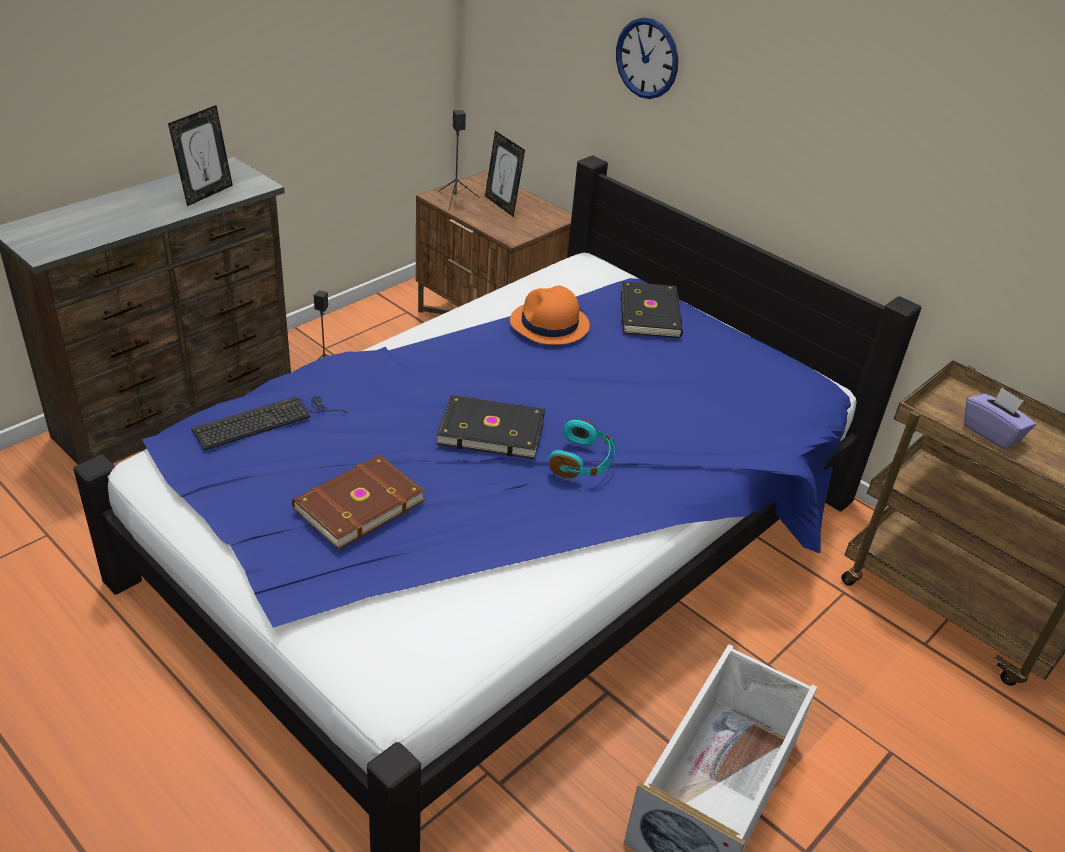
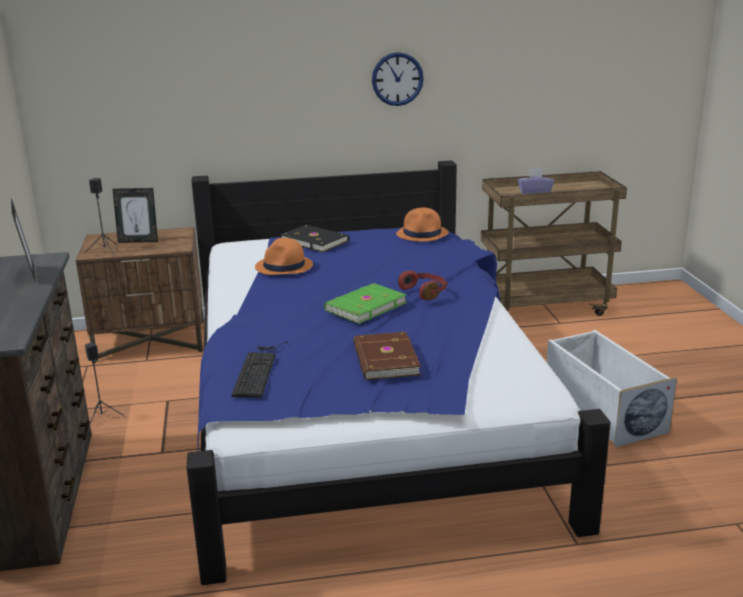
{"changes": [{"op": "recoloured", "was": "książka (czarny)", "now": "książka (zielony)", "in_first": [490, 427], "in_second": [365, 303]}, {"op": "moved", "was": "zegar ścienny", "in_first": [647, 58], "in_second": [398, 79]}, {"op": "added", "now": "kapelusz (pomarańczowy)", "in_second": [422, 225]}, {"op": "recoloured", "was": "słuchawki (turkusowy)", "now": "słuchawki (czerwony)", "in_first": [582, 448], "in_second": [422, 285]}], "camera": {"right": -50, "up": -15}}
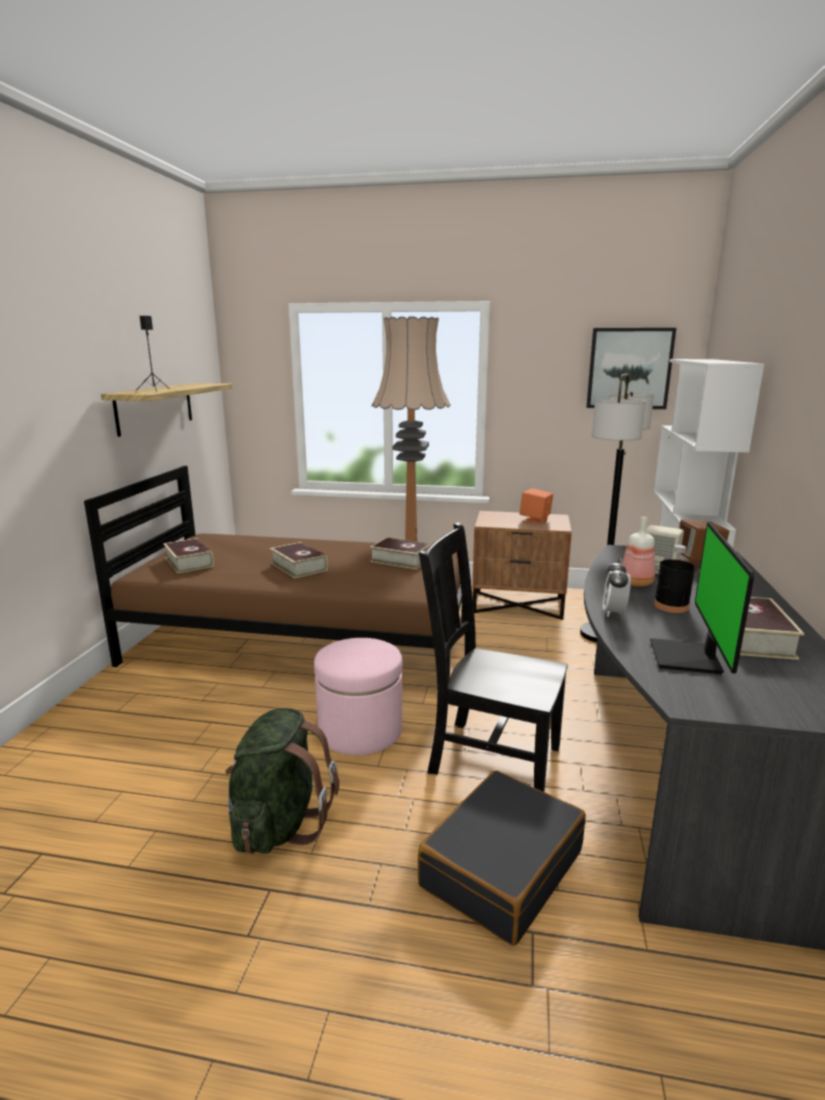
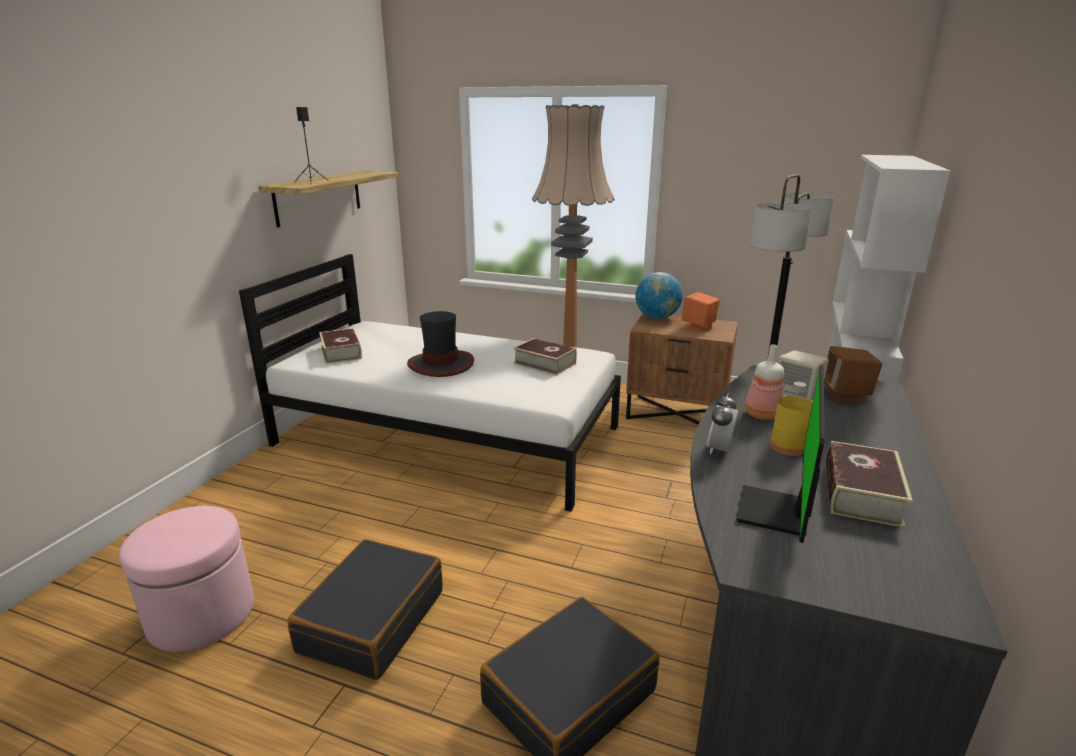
{"changes": [{"op": "moved", "was": "pufa (różowy)", "in_first": [358, 696], "in_second": [186, 579]}, {"op": "recoloured", "was": "łóżko (brązowy)", "now": "łóżko (biały)", "in_first": [274, 574], "in_second": [430, 383]}, {"op": "replaced", "was": "plecak (zielony)", "now": "walizka (czarny)", "in_first": [282, 781], "in_second": [365, 609]}, {"op": "replaced", "was": "książka", "now": "kapelusz", "in_first": [299, 560], "in_second": [440, 344]}, {"op": "added", "now": "globus", "in_second": [659, 295]}, {"op": "recoloured", "was": "butelka (czarny)", "now": "butelka (żółty)", "in_first": [674, 579], "in_second": [791, 419]}, {"op": "removed", "was": "krzesło (czarny)", "in_first": [493, 657]}, {"op": "removed", "was": "obraz", "in_first": [631, 368]}], "camera": {"right": 10, "up": 5}}
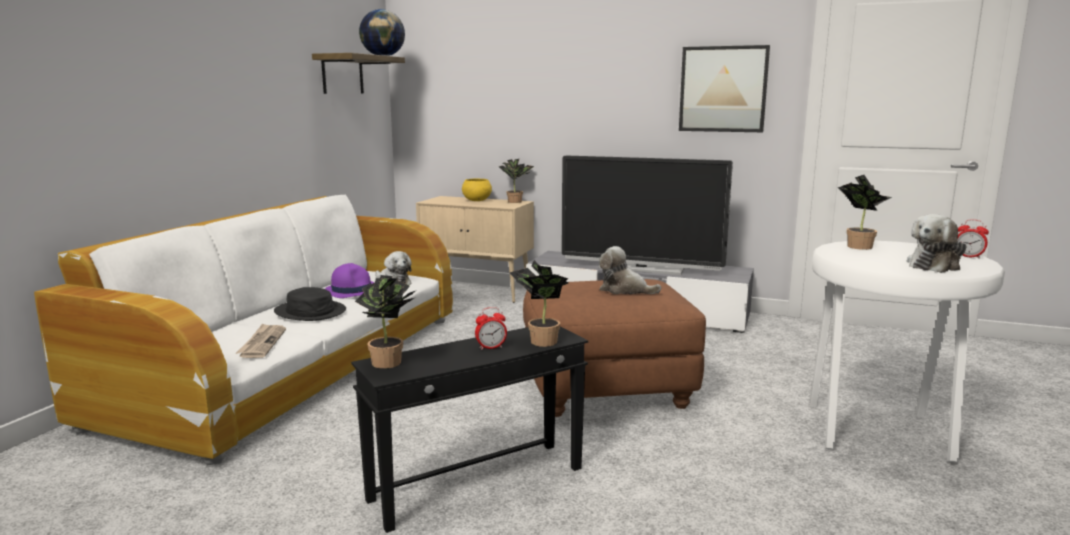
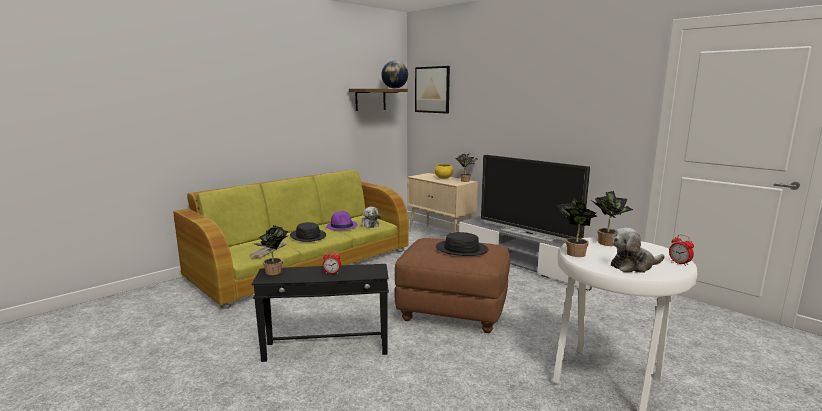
{"changes": [{"op": "recoloured", "was": "kanapa (biały)", "now": "kanapa (zielony)", "in_first": [243, 330], "in_second": [290, 239]}, {"op": "moved", "was": "obraz", "in_first": [724, 88], "in_second": [432, 90]}, {"op": "replaced", "was": "pluszak", "now": "kapelusz (czarny)", "in_first": [630, 270], "in_second": [462, 244]}, {"op": "moved", "was": "roślina doniczkowa", "in_first": [539, 303], "in_second": [577, 227]}], "camera": {"right": 25, "up": 0}}
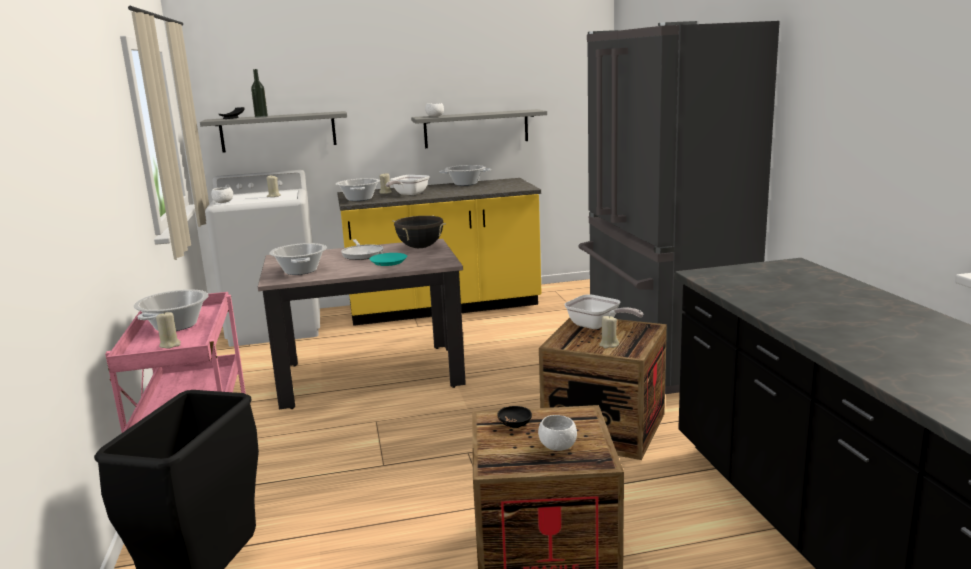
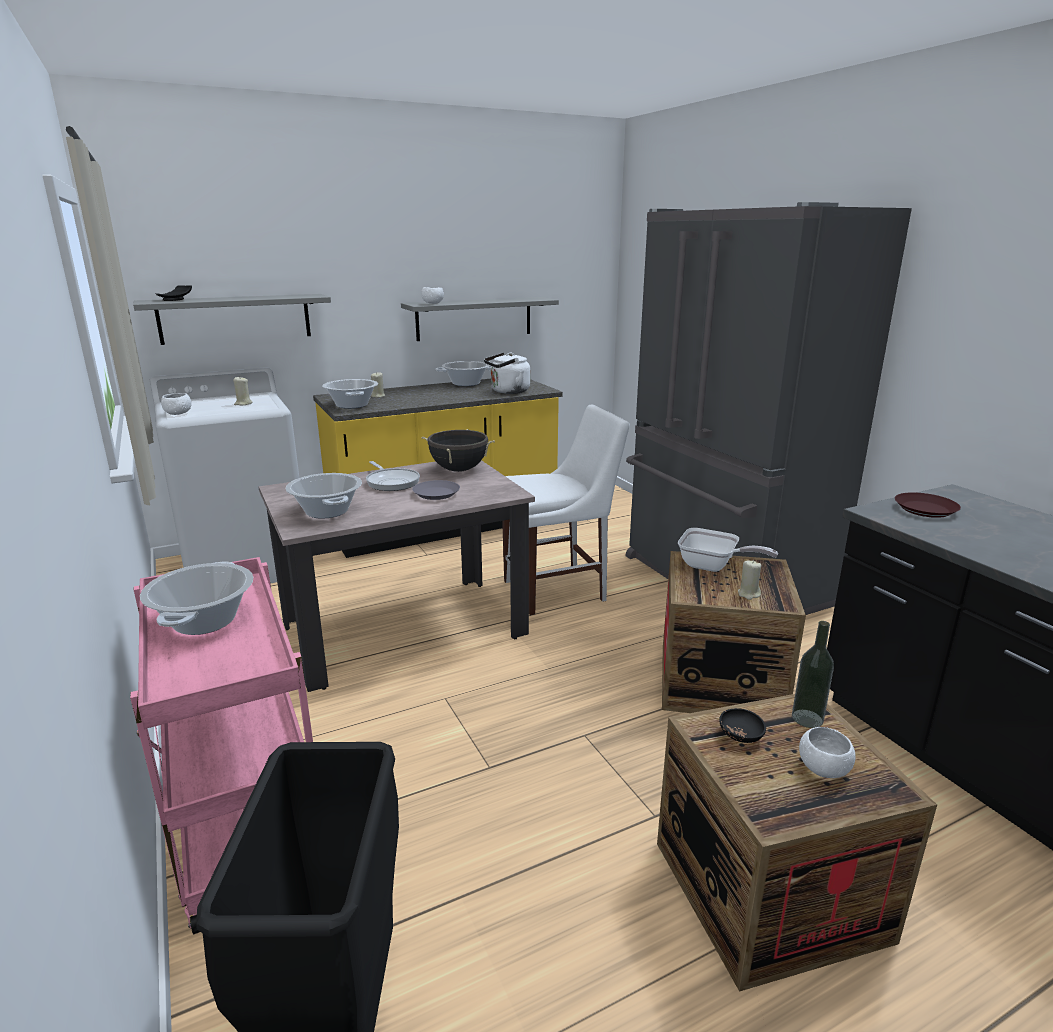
{"changes": [{"op": "recoloured", "was": "talerz (turkusowy)", "now": "talerz (szary)", "in_first": [388, 259], "in_second": [436, 490]}, {"op": "added", "now": "czajnik (biały)", "in_second": [507, 373]}, {"op": "added", "now": "krzesło (biały)", "in_second": [566, 510]}, {"op": "moved", "was": "butelka", "in_first": [259, 93], "in_second": [813, 674]}, {"op": "added", "now": "talerz (brązowy)", "in_second": [928, 505]}, {"op": "removed", "was": "świeca (beżowy)", "in_first": [168, 330]}, {"op": "removed", "was": "patelnia", "in_first": [408, 185]}], "camera": {"right": -15, "up": 5}}
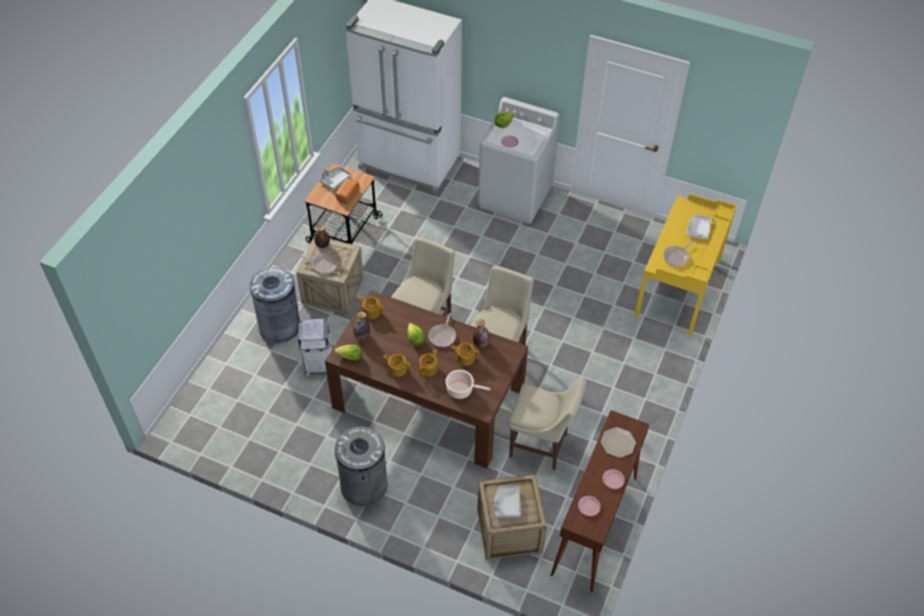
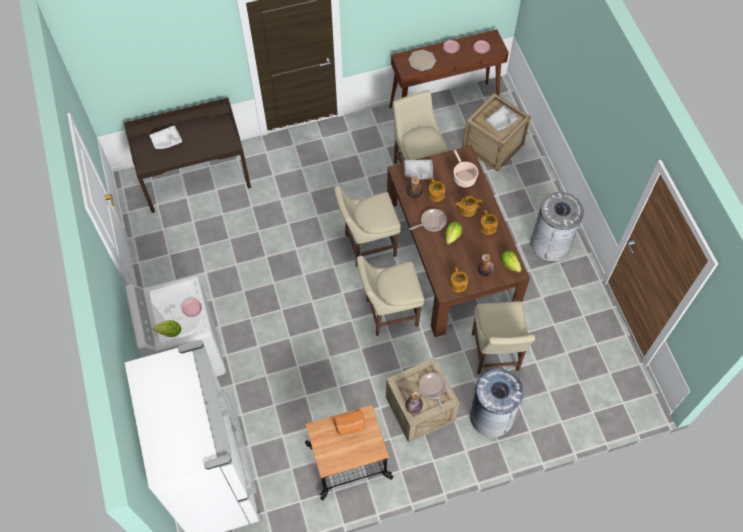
{"changes": [{"op": "recoloured", "was": "biurko (żółty)", "now": "biurko (brązowy)", "in_first": [685, 264], "in_second": [187, 155]}, {"op": "moved", "was": "taca (szary)", "in_first": [335, 178], "in_second": [418, 169]}, {"op": "replaced", "was": "kosz na śmieci (biały)", "now": "krzesło (beżowy)", "in_first": [314, 347], "in_second": [503, 337]}, {"op": "removed", "was": "patelnia", "in_first": [678, 253]}], "camera": {"right": -130, "up": 10}}
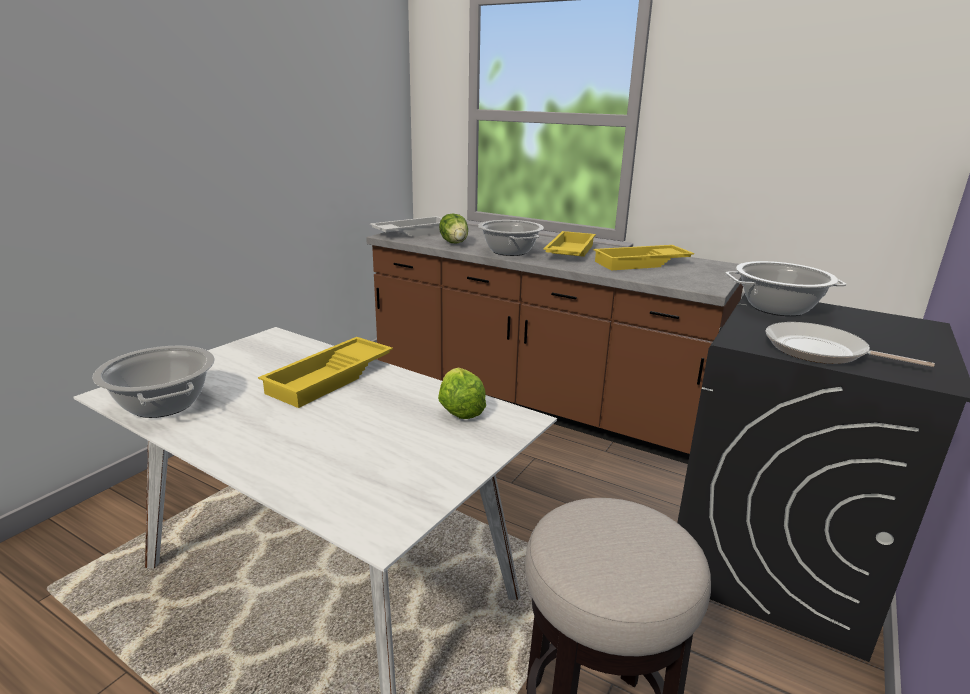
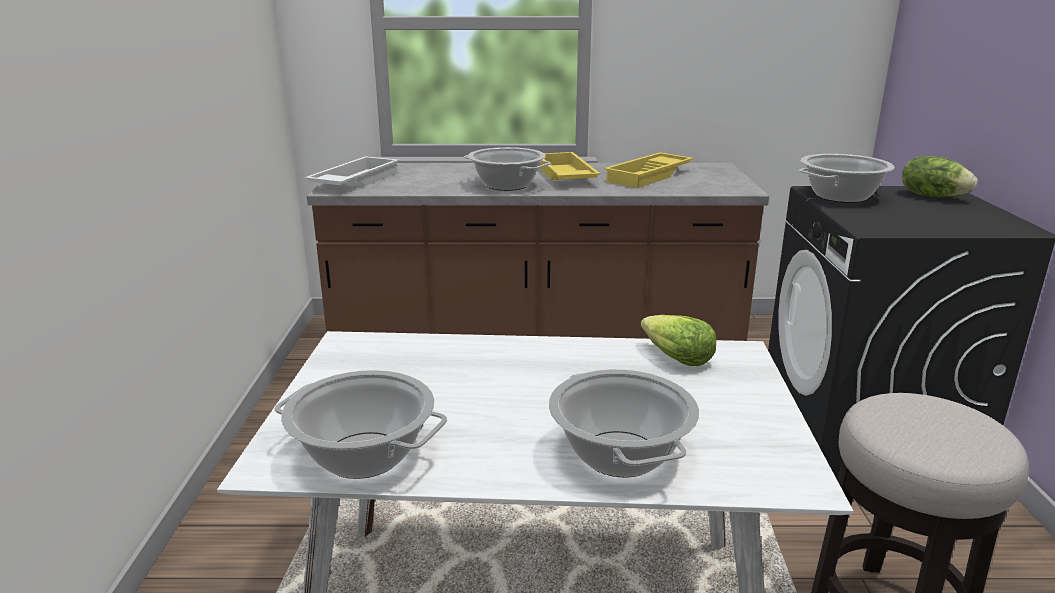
{"changes": [{"op": "added", "now": "garnek", "in_second": [624, 423]}, {"op": "moved", "was": "sałata", "in_first": [453, 228], "in_second": [940, 177]}, {"op": "removed", "was": "taca (żółty)", "in_first": [325, 372]}, {"op": "removed", "was": "patelnia", "in_first": [850, 344]}], "camera": {"right": -30, "up": 0}}
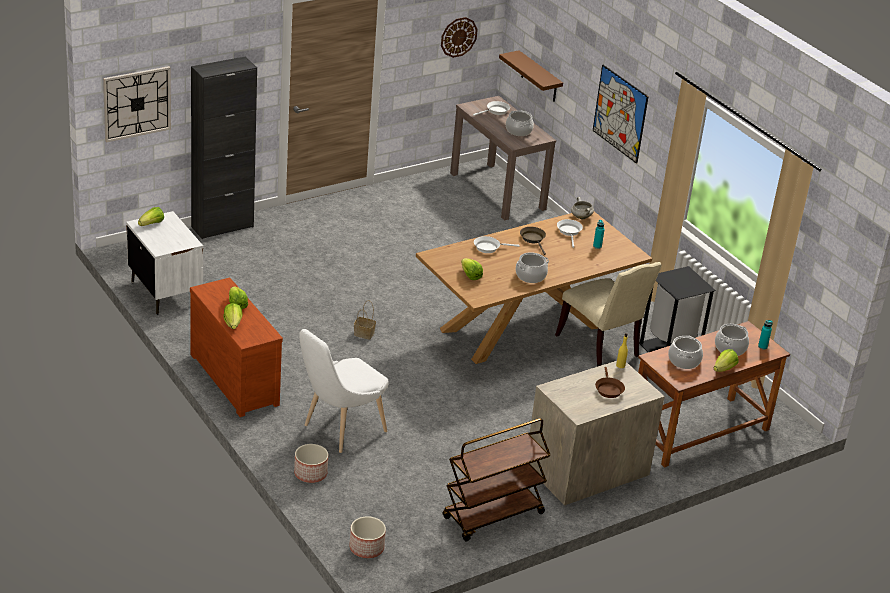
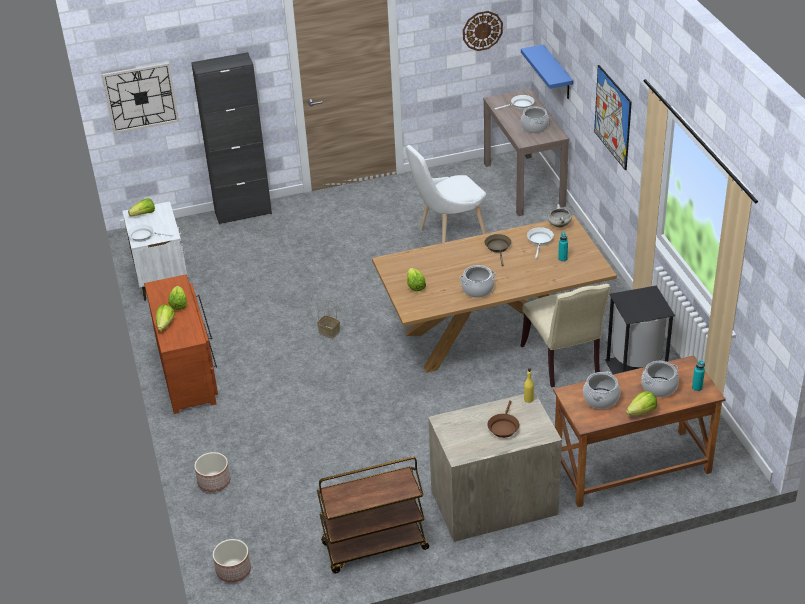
{"changes": [{"op": "moved", "was": "patelnia (biały)", "in_first": [497, 244], "in_second": [150, 233]}, {"op": "moved", "was": "krzesło (biały)", "in_first": [344, 391], "in_second": [446, 194]}, {"op": "recoloured", "was": "półka (brązowy)", "now": "półka (niebieski)", "in_first": [531, 76], "in_second": [547, 72]}], "camera": {"right": 20, "up": 5}}
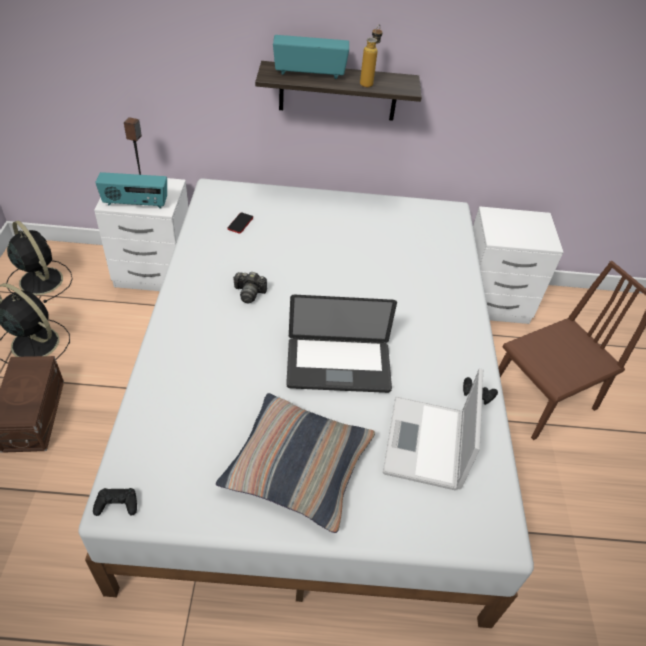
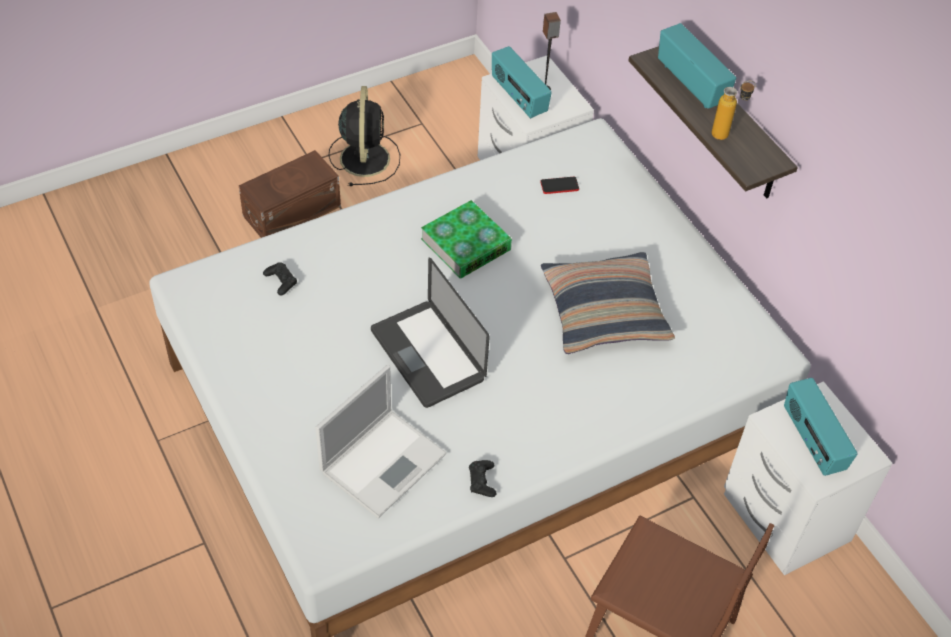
{"changes": [{"op": "moved", "was": "pad do gier (czarny)", "in_first": [115, 502], "in_second": [280, 278]}, {"op": "turned", "was": "laptop", "in_first": [433, 429], "in_second": [381, 441], "clockwise": 150}, {"op": "replaced", "was": "aparat fotograficzny", "now": "książka", "in_first": [250, 287], "in_second": [466, 239]}, {"op": "moved", "was": "poduszka", "in_first": [295, 463], "in_second": [608, 303]}, {"op": "added", "now": "radio", "in_second": [821, 427]}, {"op": "removed", "was": "wentylator (czarny)", "in_first": [39, 261]}], "camera": {"right": 60, "up": 5}}
